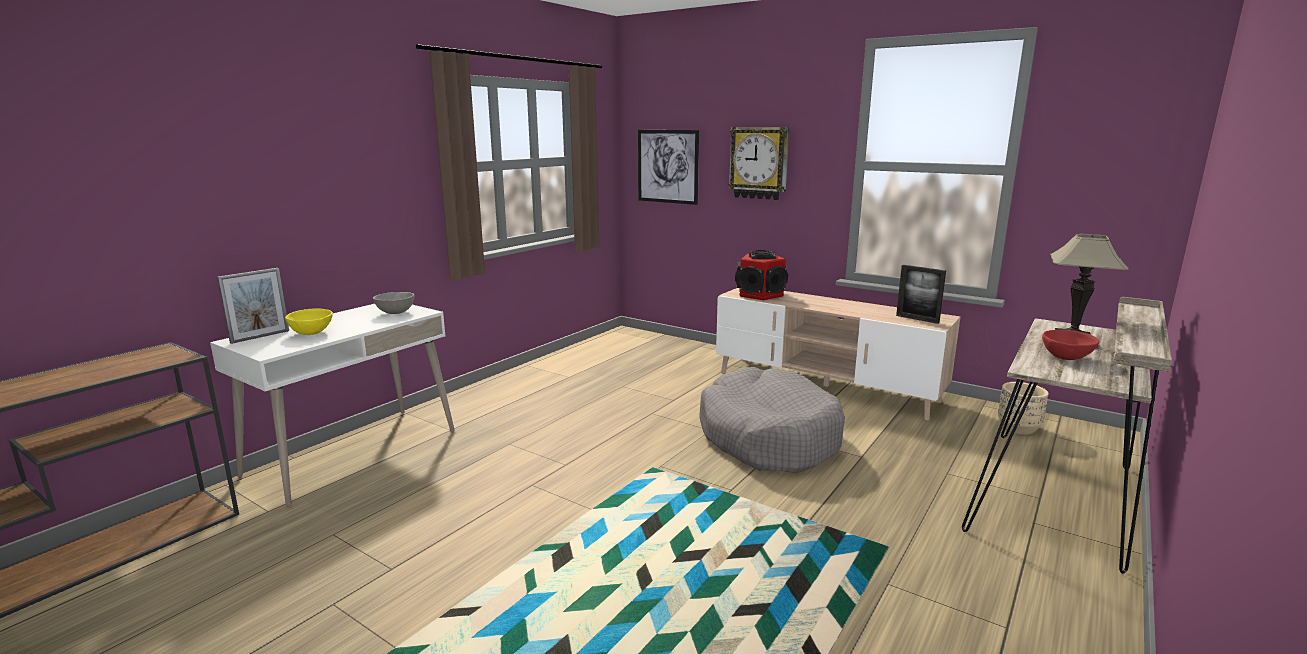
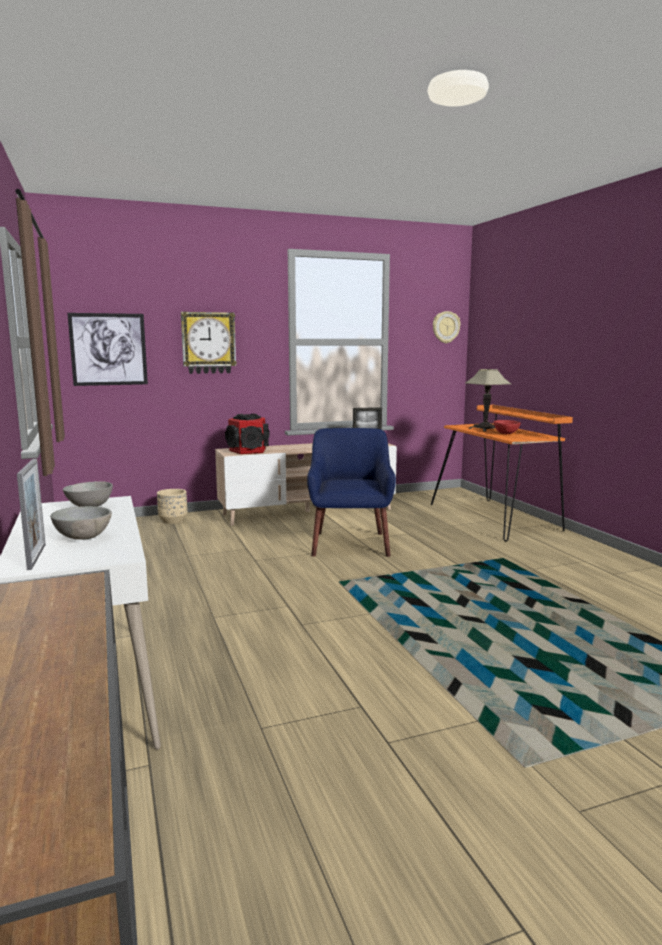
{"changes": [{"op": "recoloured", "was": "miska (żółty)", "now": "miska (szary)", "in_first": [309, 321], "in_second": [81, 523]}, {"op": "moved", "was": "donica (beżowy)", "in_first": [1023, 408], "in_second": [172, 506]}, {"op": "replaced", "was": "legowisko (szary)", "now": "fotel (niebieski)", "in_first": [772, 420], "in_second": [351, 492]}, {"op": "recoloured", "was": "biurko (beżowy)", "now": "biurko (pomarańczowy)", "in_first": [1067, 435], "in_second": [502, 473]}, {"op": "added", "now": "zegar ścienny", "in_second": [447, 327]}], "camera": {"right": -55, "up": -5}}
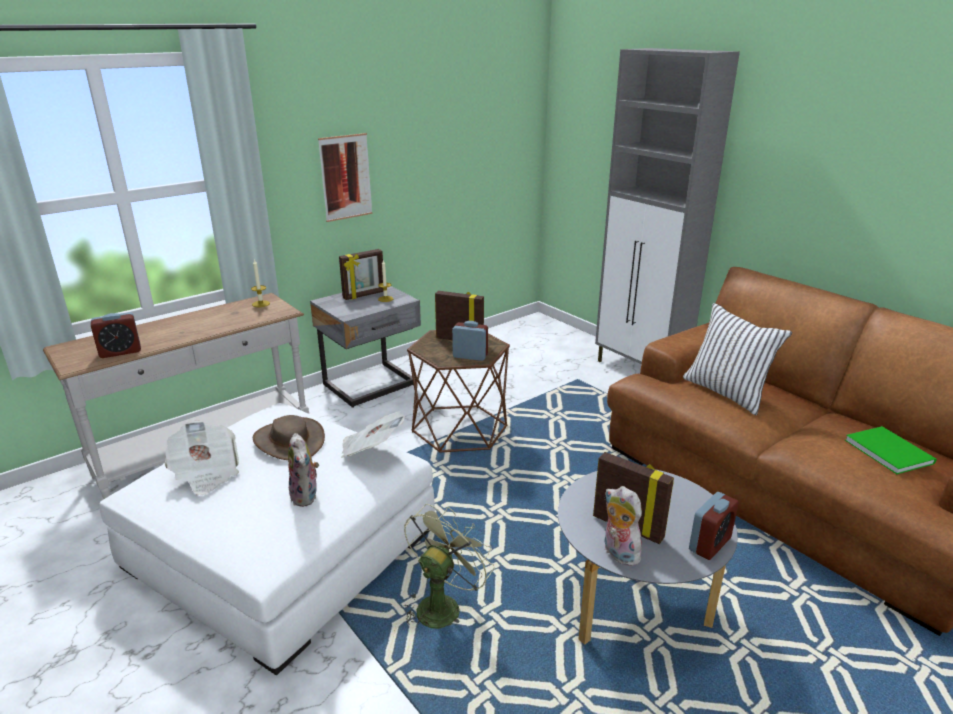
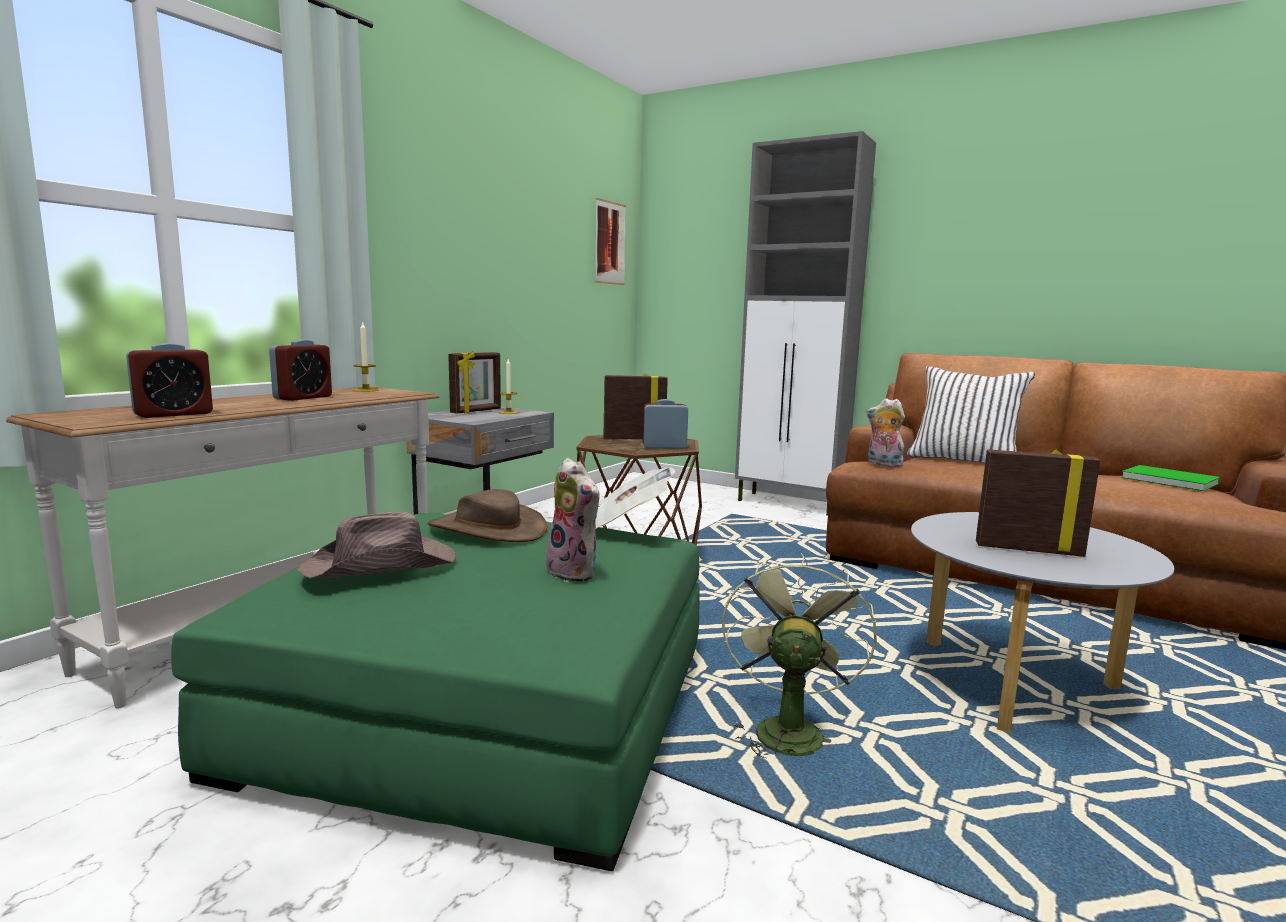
{"changes": [{"op": "recoloured", "was": "pufa (biały)", "now": "pufa (zielony)", "in_first": [267, 539], "in_second": [435, 692]}, {"op": "moved", "was": "budzik", "in_first": [714, 526], "in_second": [300, 370]}, {"op": "replaced", "was": "gazeta", "now": "kapelusz (brązowy)", "in_first": [202, 457], "in_second": [376, 544]}, {"op": "moved", "was": "obraz", "in_first": [345, 177], "in_second": [610, 241]}, {"op": "moved", "was": "pluszak", "in_first": [624, 526], "in_second": [886, 432]}], "camera": {"right": -20, "up": -15}}
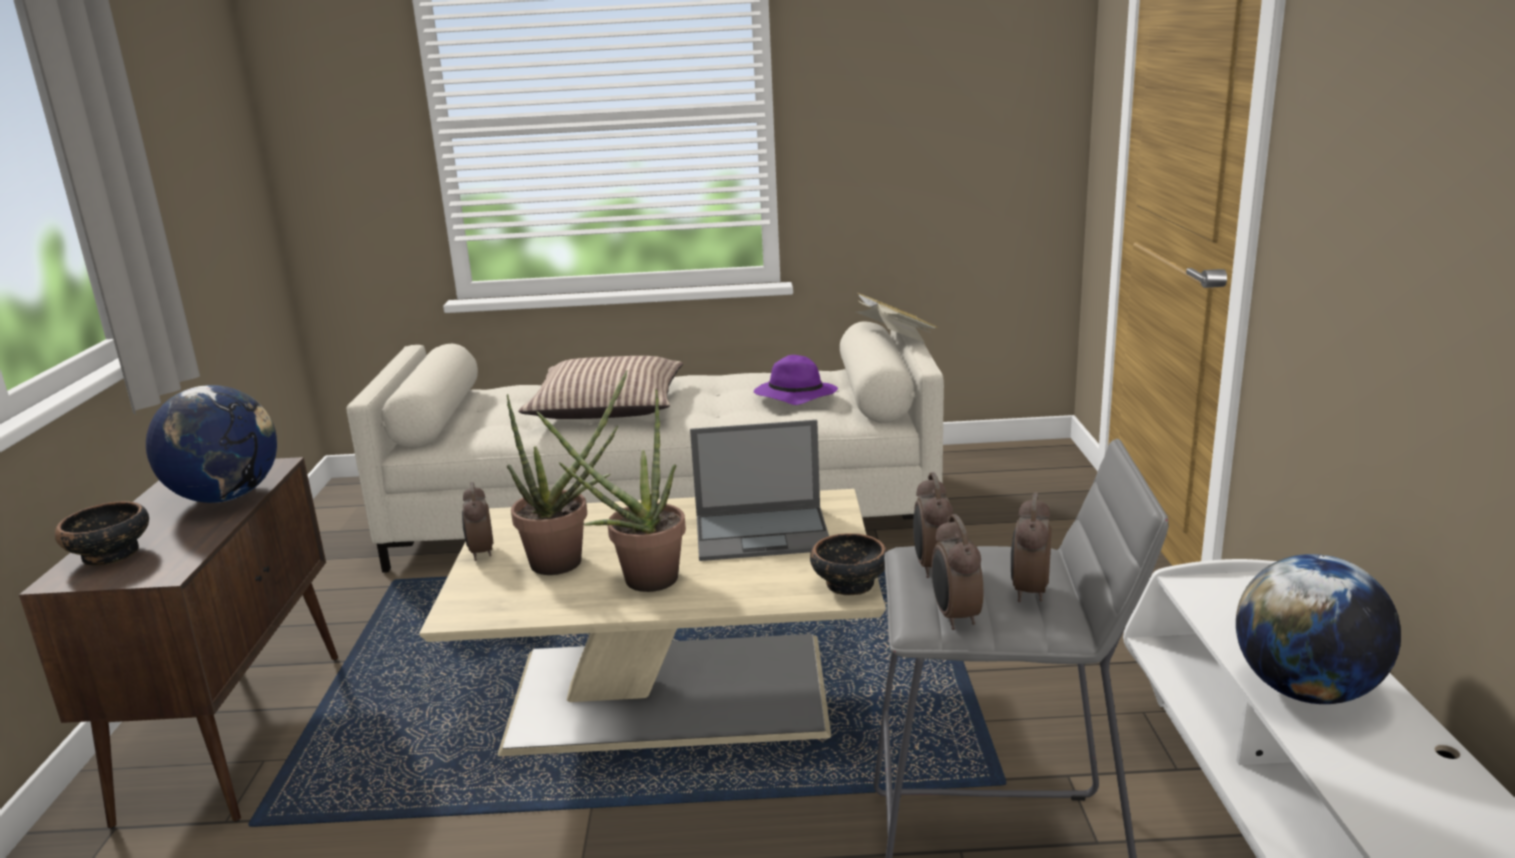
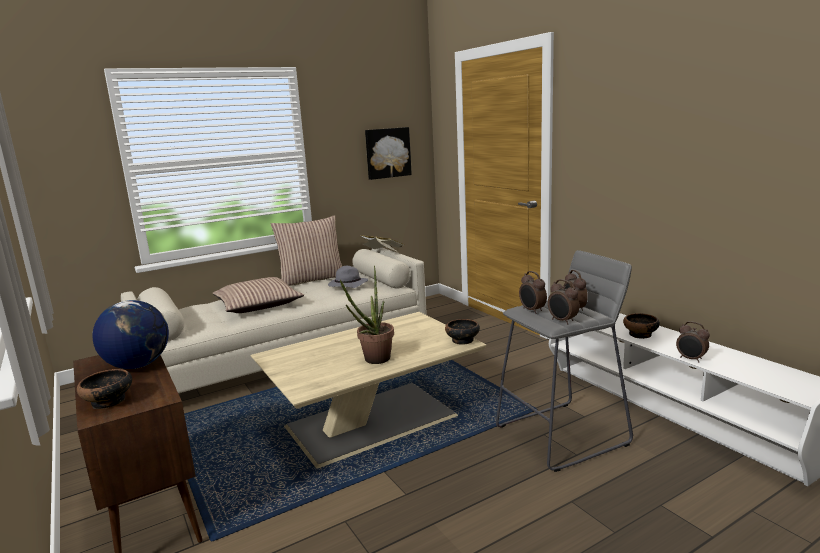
{"changes": [{"op": "added", "now": "poduszka", "in_second": [306, 250]}, {"op": "recoloured", "was": "kapelusz (fioletowy)", "now": "kapelusz (szary)", "in_first": [796, 380], "in_second": [348, 277]}, {"op": "added", "now": "obraz", "in_second": [388, 153]}, {"op": "replaced", "was": "globus", "now": "miska", "in_first": [1318, 629], "in_second": [641, 326]}, {"op": "moved", "was": "budzik", "in_first": [477, 521], "in_second": [693, 342]}, {"op": "removed", "was": "roślina doniczkowa", "in_first": [567, 472]}, {"op": "removed", "was": "laptop", "in_first": [759, 490]}], "camera": {"right": -30, "up": -5}}
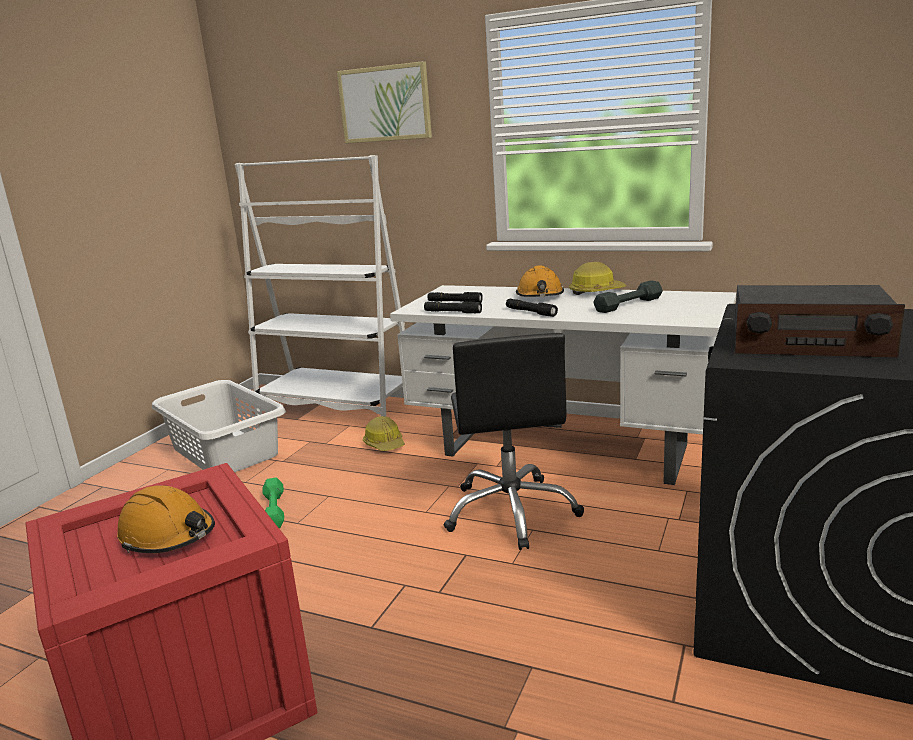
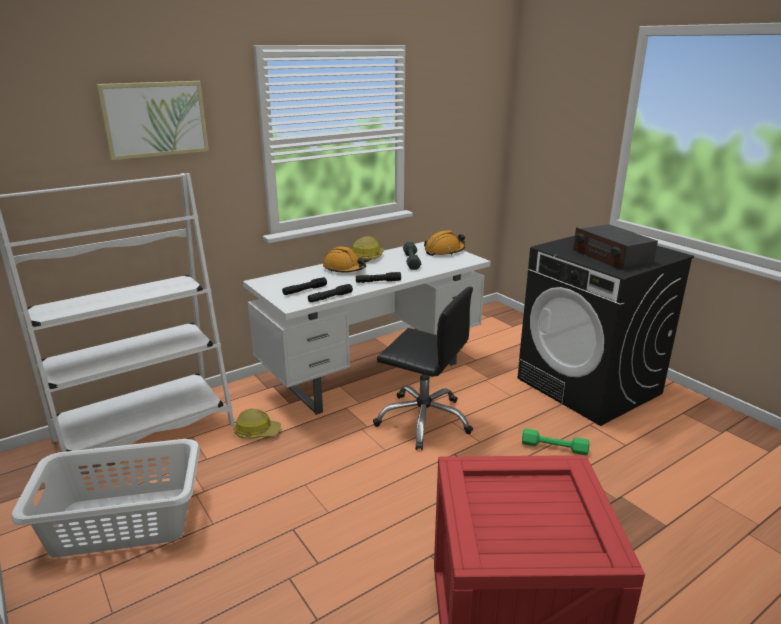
{"changes": [{"op": "moved", "was": "kask (pomarańczowy)", "in_first": [166, 519], "in_second": [444, 243]}, {"op": "moved", "was": "hantel (zielony)", "in_first": [273, 502], "in_second": [555, 441]}, {"op": "turned", "was": "radio", "in_first": [820, 321], "in_second": [615, 247], "clockwise": 105}], "camera": {"right": -60, "up": 5}}
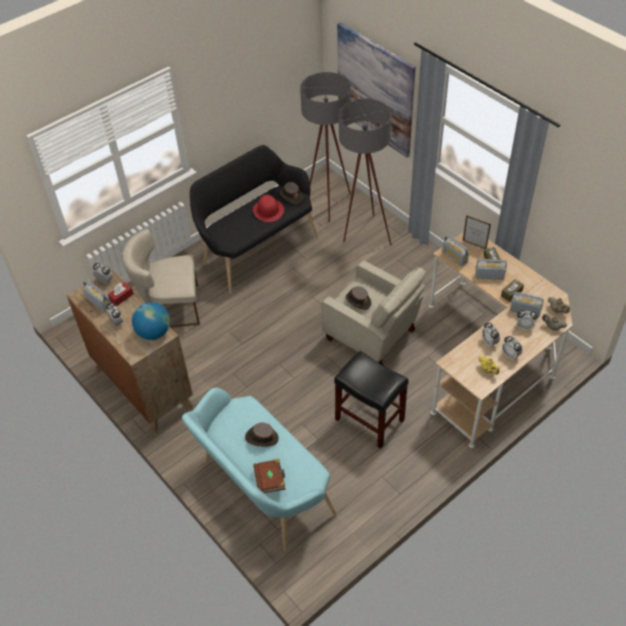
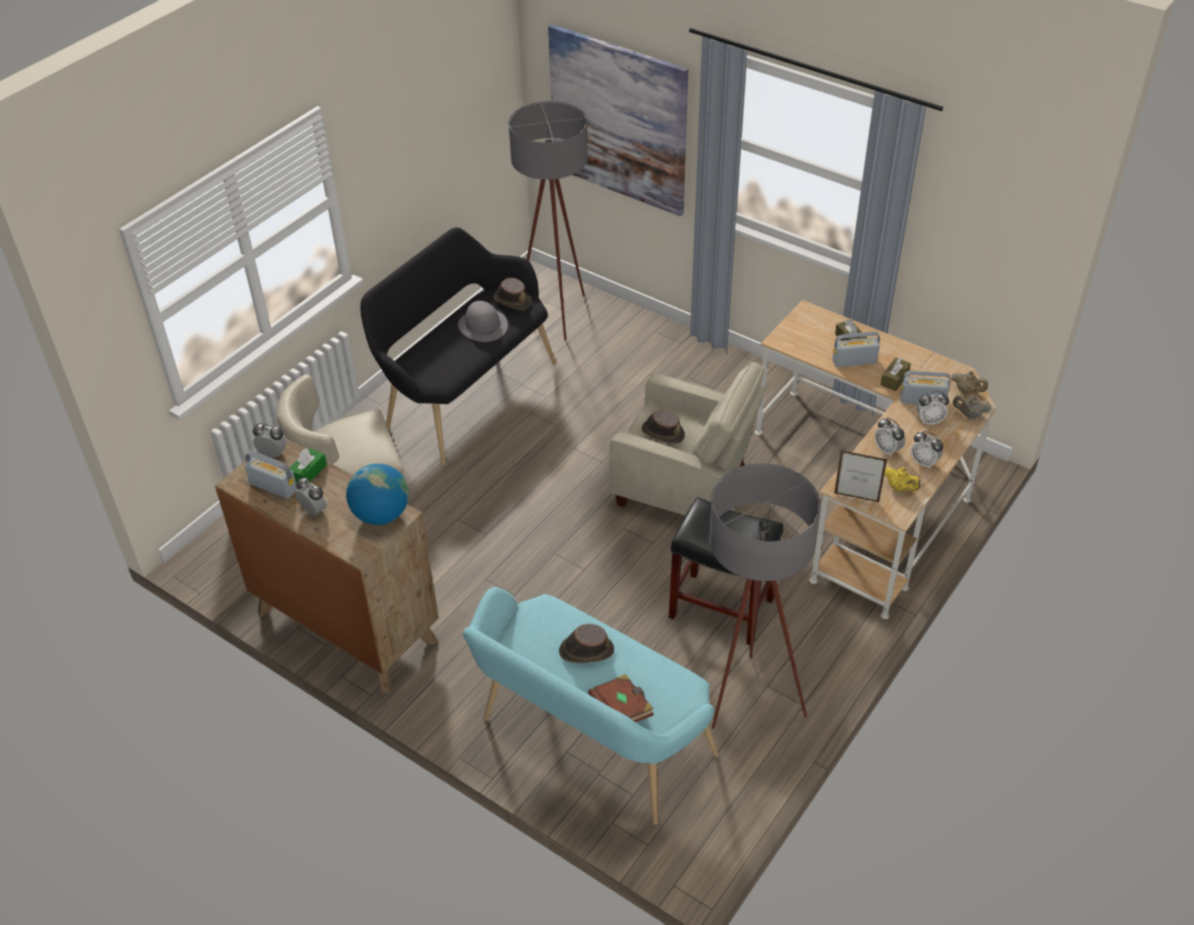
{"changes": [{"op": "recoloured", "was": "pudełko chusteczek (czerwony)", "now": "pudełko chusteczek (zielony)", "in_first": [121, 294], "in_second": [308, 465]}, {"op": "recoloured", "was": "kapelusz (czerwony)", "now": "kapelusz (szary)", "in_first": [268, 208], "in_second": [483, 321]}, {"op": "moved", "was": "lampa stojąca (szary)", "in_first": [365, 171], "in_second": [765, 596]}, {"op": "moved", "was": "ramka na zdjęcie", "in_first": [477, 232], "in_second": [860, 476]}, {"op": "removed", "was": "radio", "in_first": [455, 250]}], "camera": {"right": -15, "up": -5}}
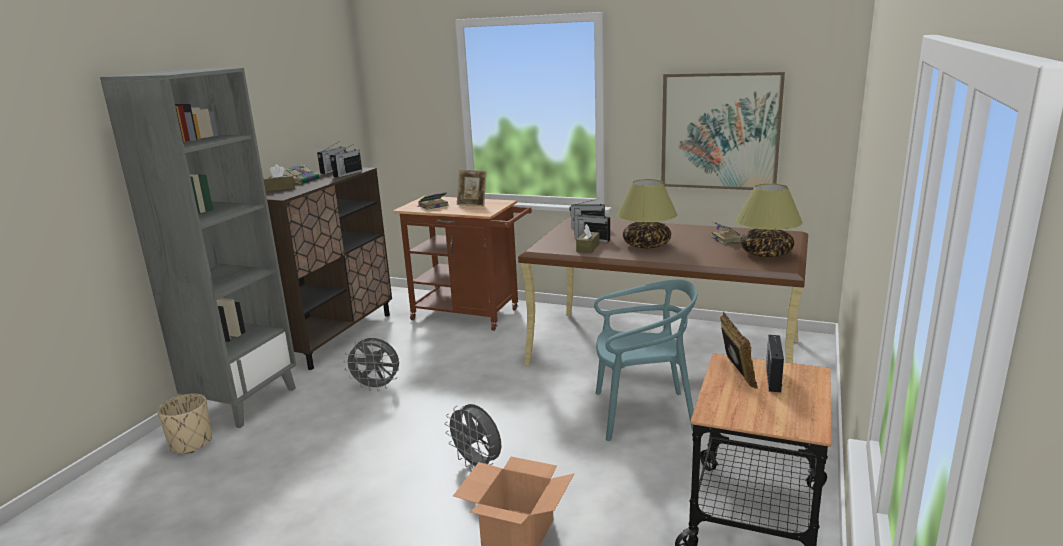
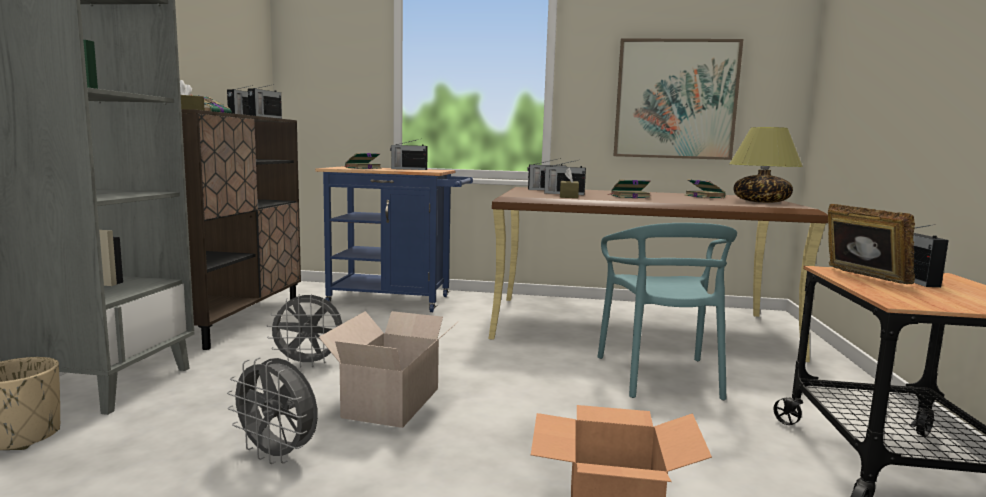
{"changes": [{"op": "moved", "was": "wentylator (szary)", "in_first": [473, 436], "in_second": [272, 410]}, {"op": "recoloured", "was": "wózek (brązowy)", "now": "wózek (niebieski)", "in_first": [462, 263], "in_second": [394, 239]}, {"op": "added", "now": "karton", "in_second": [389, 369]}, {"op": "replaced", "was": "ramka na zdjęcie", "now": "radio", "in_first": [472, 188], "in_second": [409, 154]}, {"op": "turned", "was": "krzesło (turkusowy)", "in_first": [646, 360], "in_second": [667, 311], "clockwise": 105}, {"op": "replaced", "was": "lampa stołowa", "now": "książka", "in_first": [647, 213], "in_second": [629, 189]}], "camera": {"right": -15, "up": -10}}
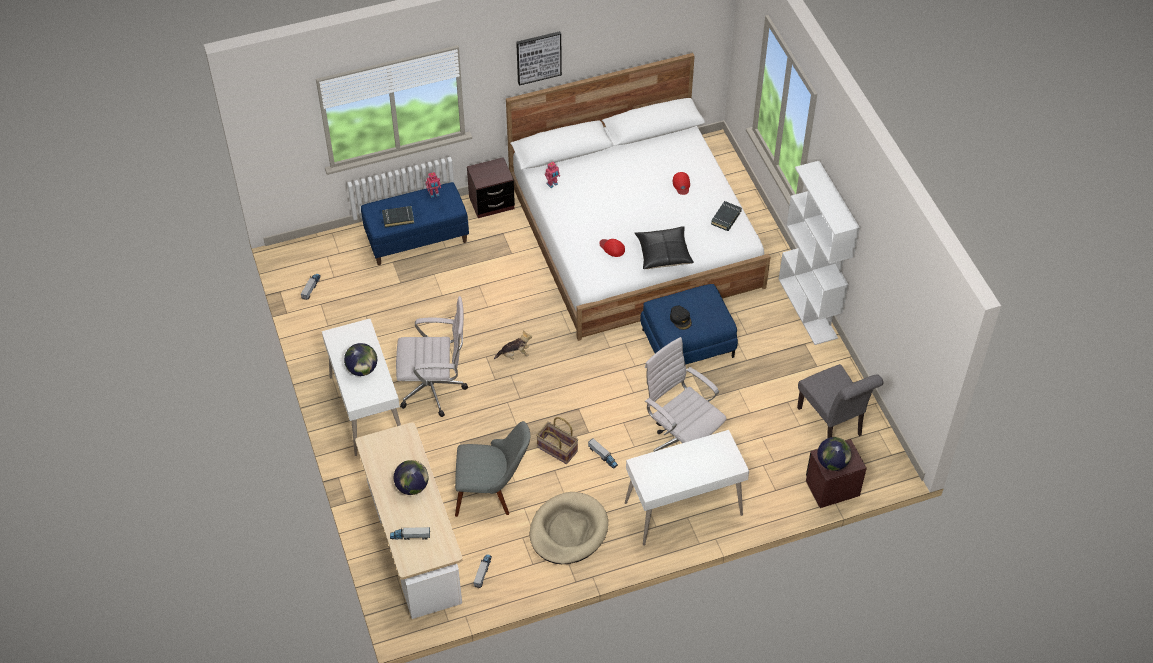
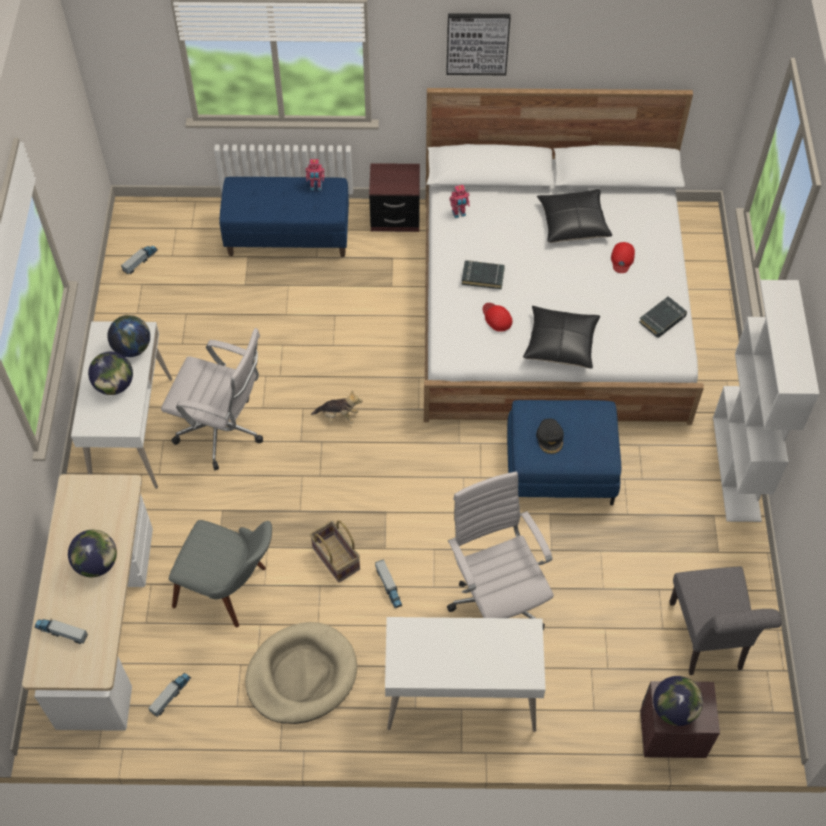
{"changes": [{"op": "added", "now": "globus", "in_second": [129, 336]}, {"op": "moved", "was": "książka (czarny)", "in_first": [398, 217], "in_second": [483, 274]}, {"op": "added", "now": "poduszka (czarny)", "in_second": [574, 216]}], "camera": {"right": 20, "up": 5}}
